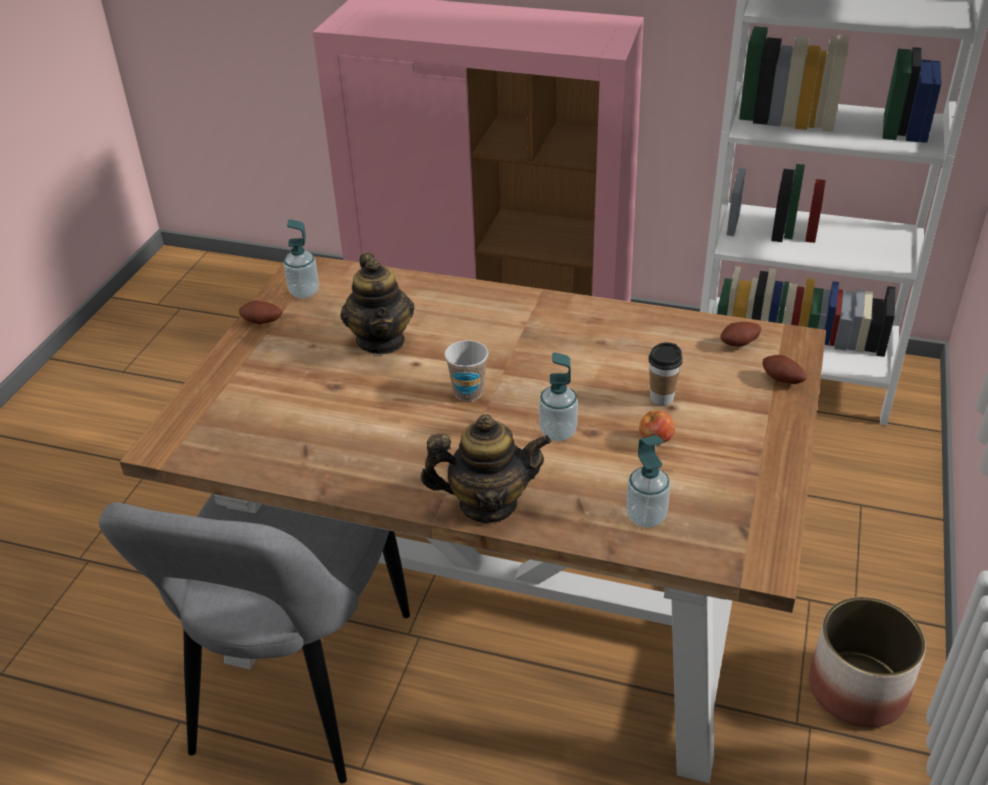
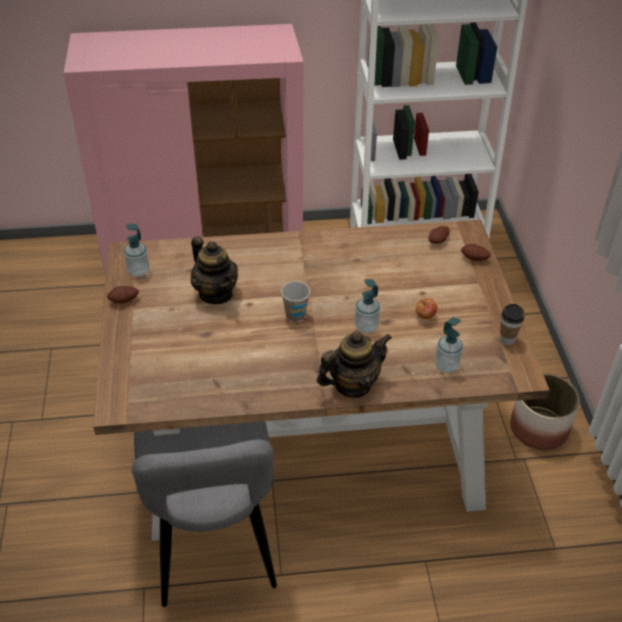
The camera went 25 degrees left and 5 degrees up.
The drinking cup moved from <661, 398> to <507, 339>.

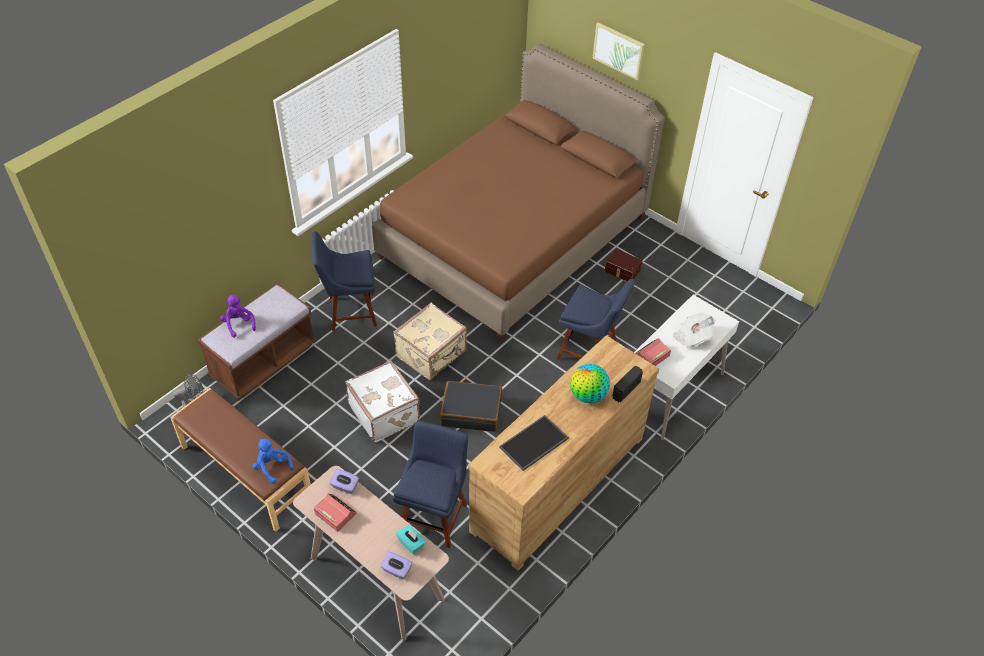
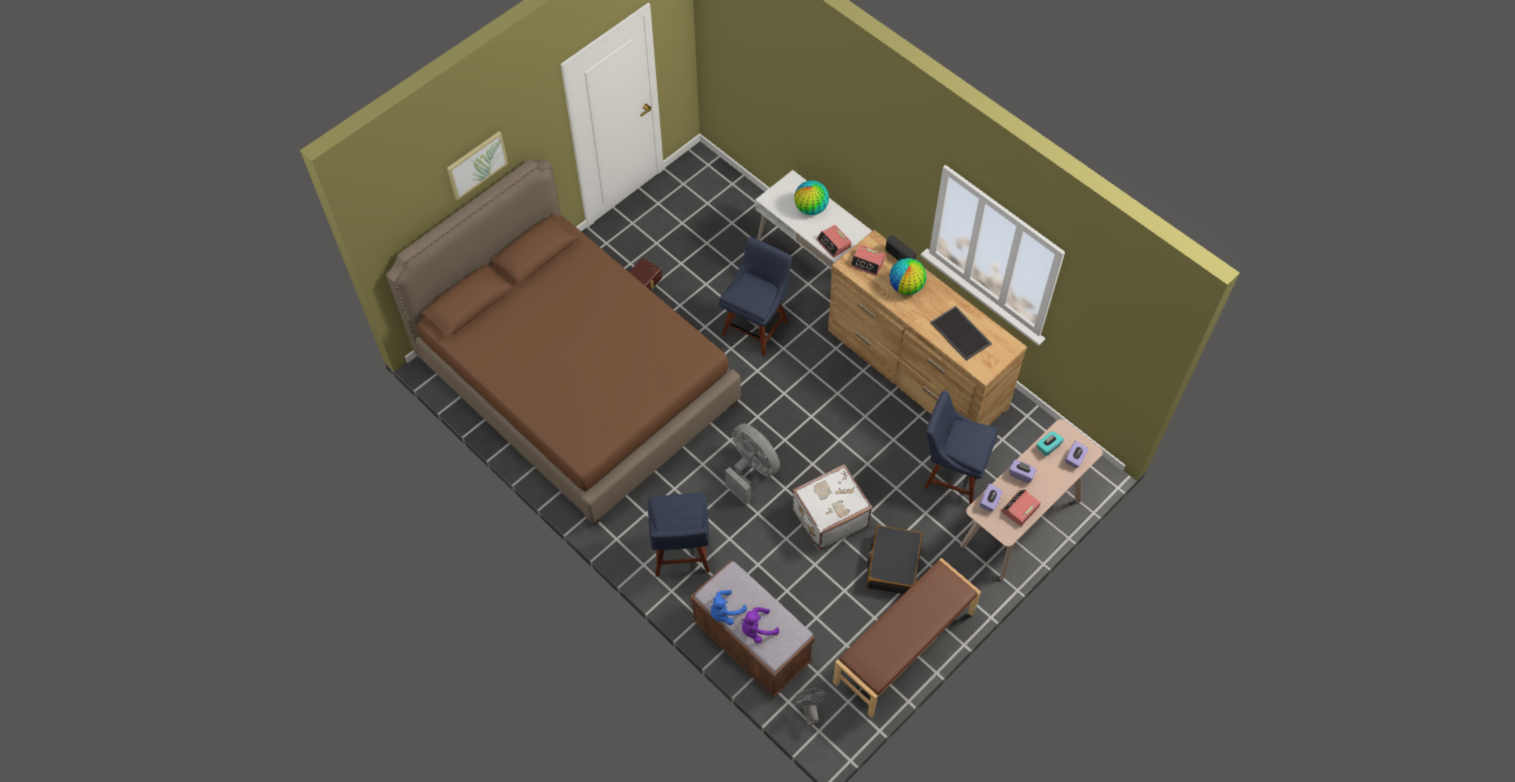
The camera went 85 degrees left and 10 degrees up.
The bluish cuddly toy moved from <272, 467> to <725, 613>.
The beige suitcase at <432, 354> was replaced by the gray electric fan at <751, 470>.
The black-coloured suitcase moved from <471, 412> to <893, 564>.
The daily paper at <692, 336> was replaced by the globe at <811, 208>.
The bedside clock at <868, 263> appeared.
The purplish tissue box at <1021, 474> appeared.

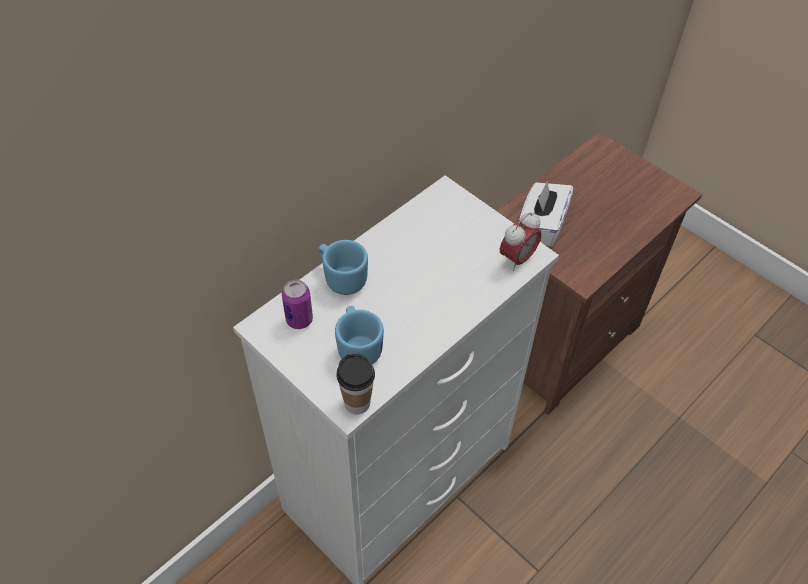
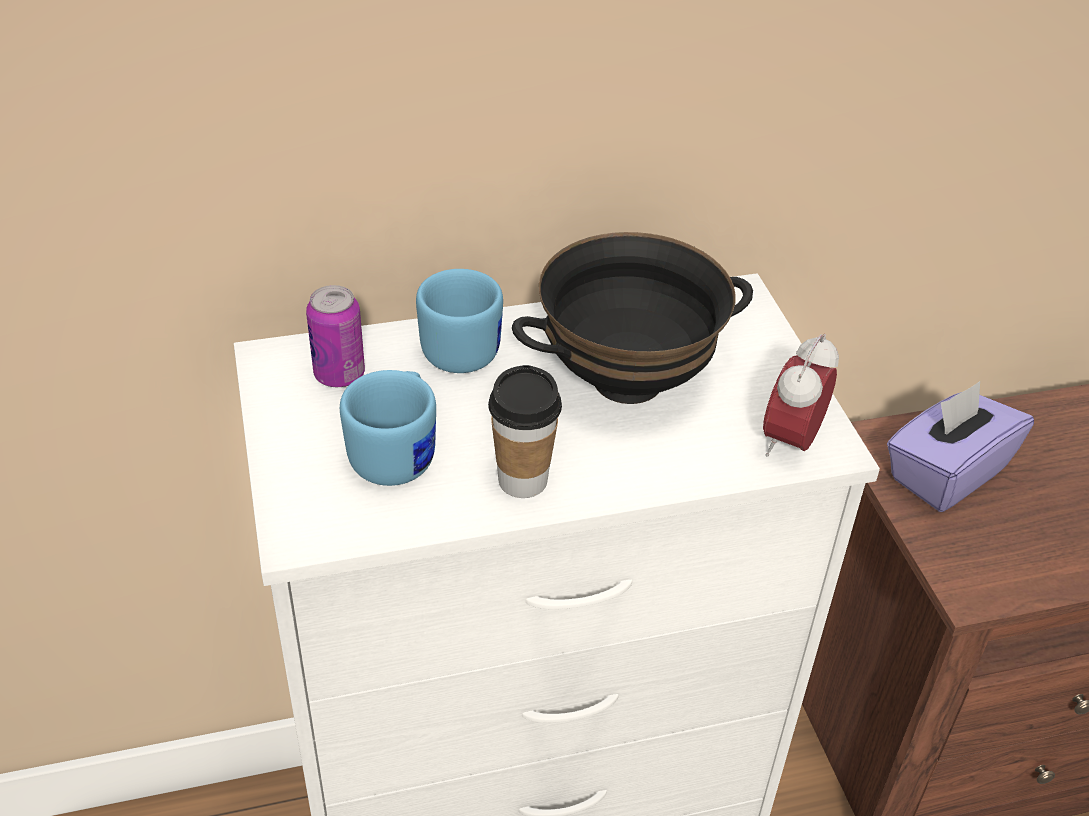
The camera went 30 degrees right and 10 degrees down.
The drinking cup moved from <357, 403> to <522, 480>.
The bedside clock at <517, 259> turned 135 degrees clockwise.
The white-coloured tissue box at <541, 226> became the purplish tissue box at <945, 473>.
The black-coloured serving bowl at <627, 382> appeared.

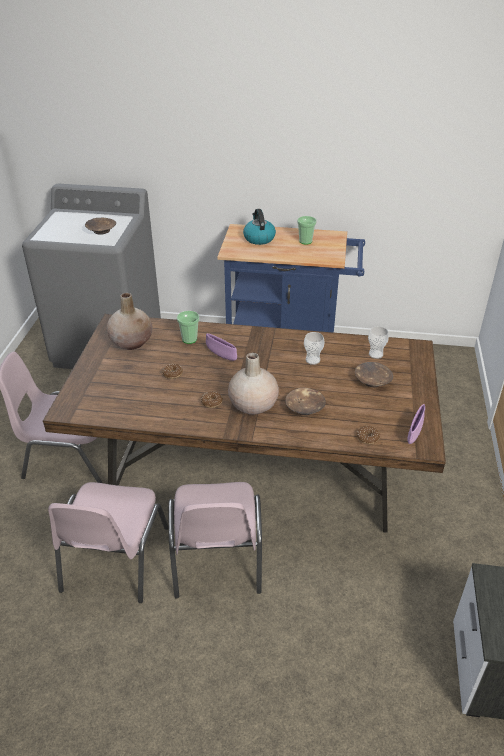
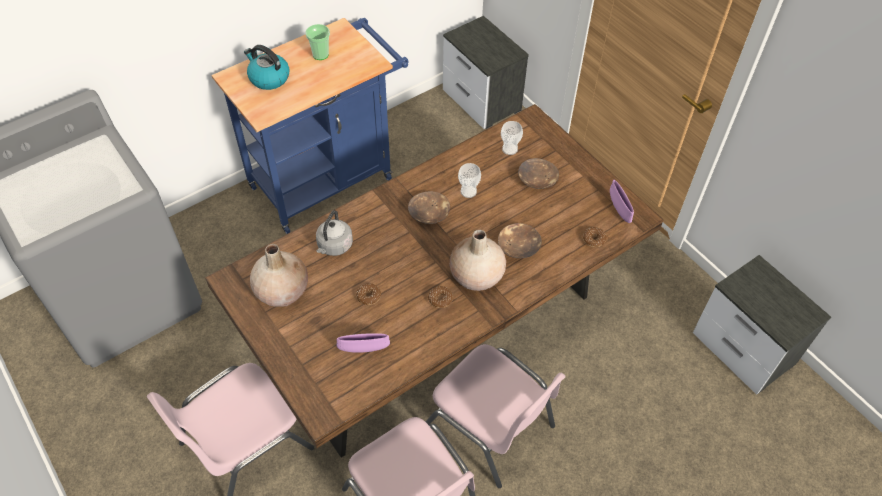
The camera went 45 degrees left and 15 degrees up.
The brownish serving bowl moved from <101, 231> to <429, 213>.
The drinking cup at <189, 339> was replaced by the gray water kettle at <334, 246>.
The purplish serving bowl moved from <221, 355> to <364, 349>.
The nightstand at <482, 101> appeared.

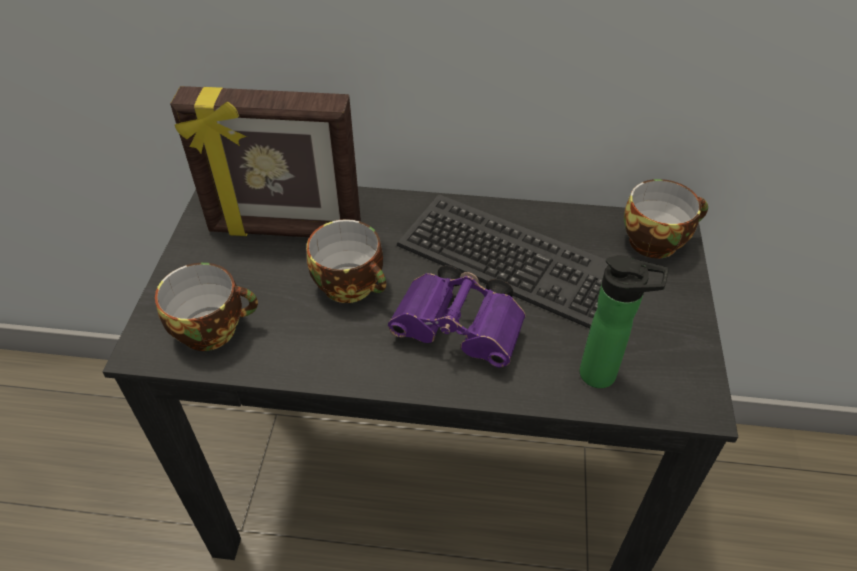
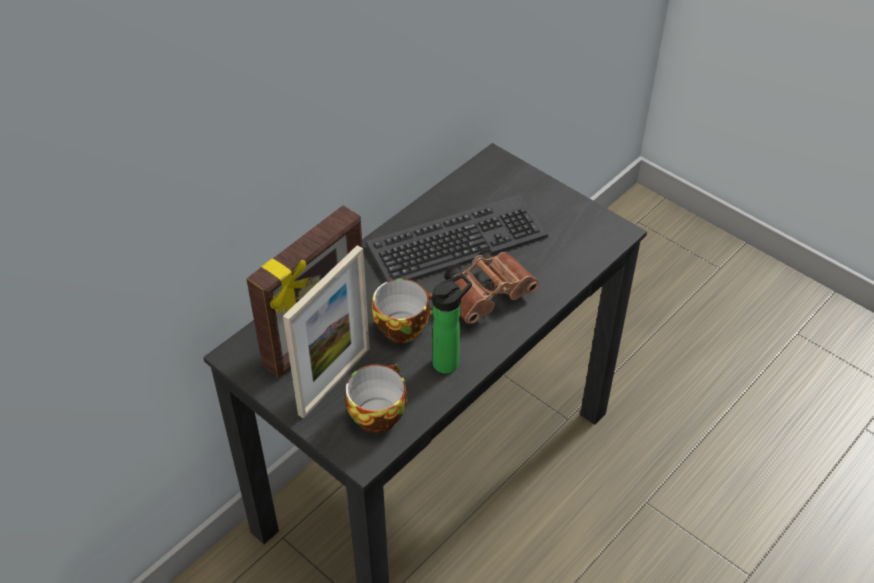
The camera went 55 degrees left and 0 degrees up.
The purplish binoculars at <462, 331> became the brownish binoculars at <489, 295>.
The bottle moved from <603, 375> to <449, 361>.
The drinking cup at <655, 240> disappeared.
The photo frame at <334, 381> appeared.

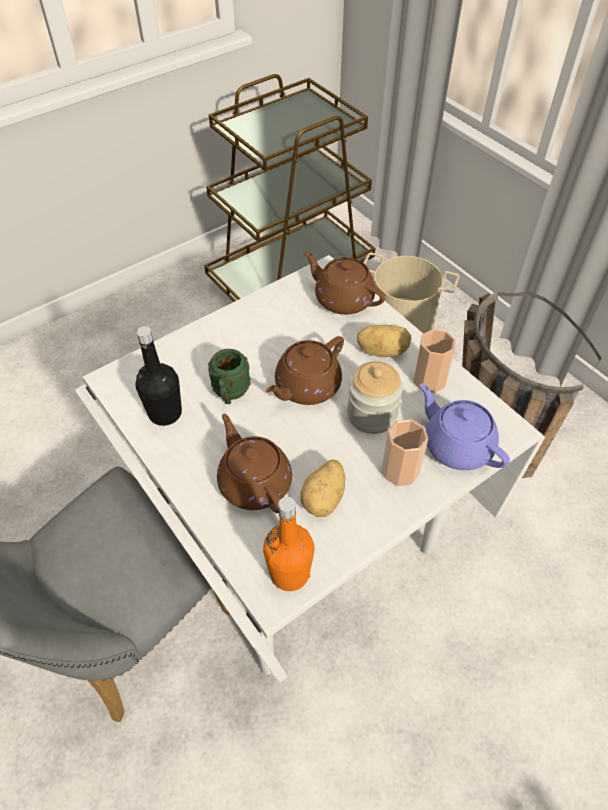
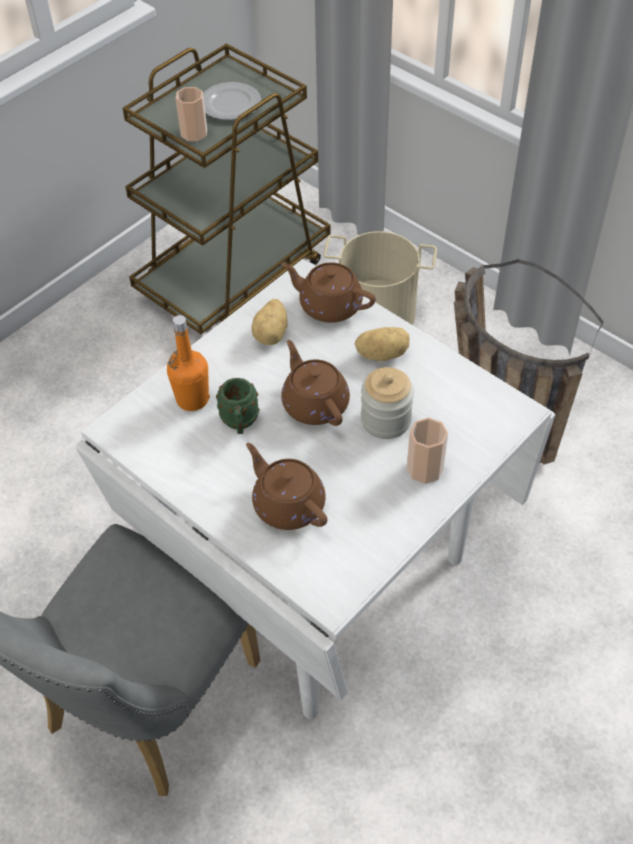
The camera went 10 degrees left and 0 degrees up.
The black-coloured bottle at <165, 413> disappeared.
The orangey bottle moved from <289, 573> to <192, 399>.
The brownish tea pot at <306, 387> turned 120 degrees clockwise.
The potato moved from <324, 498> to <272, 334>.
The drinking cup moved from <429, 380> to <194, 133>.
The purplish tea pot at <456, 445> disappeared.
The plate at <231, 105> appeared.

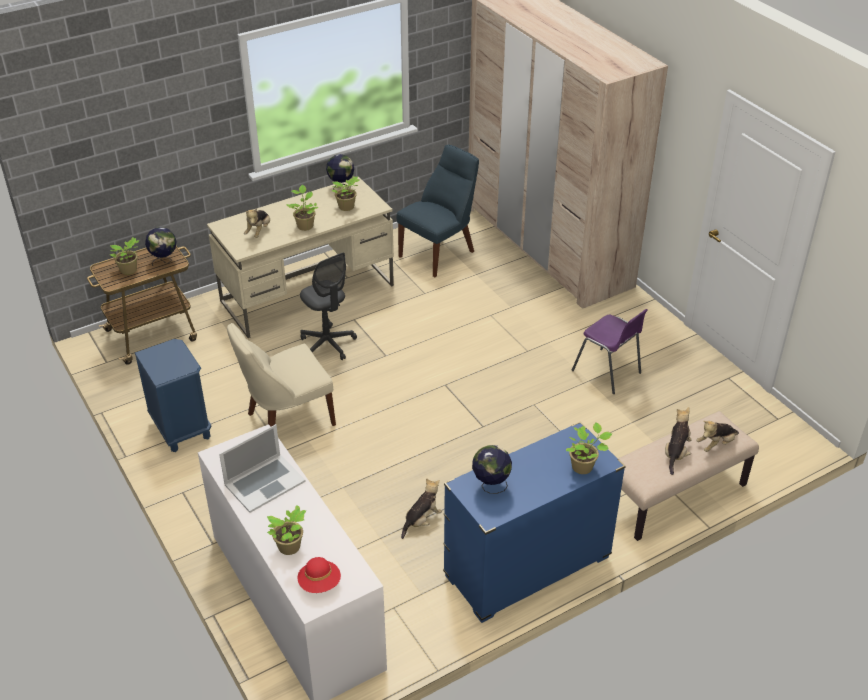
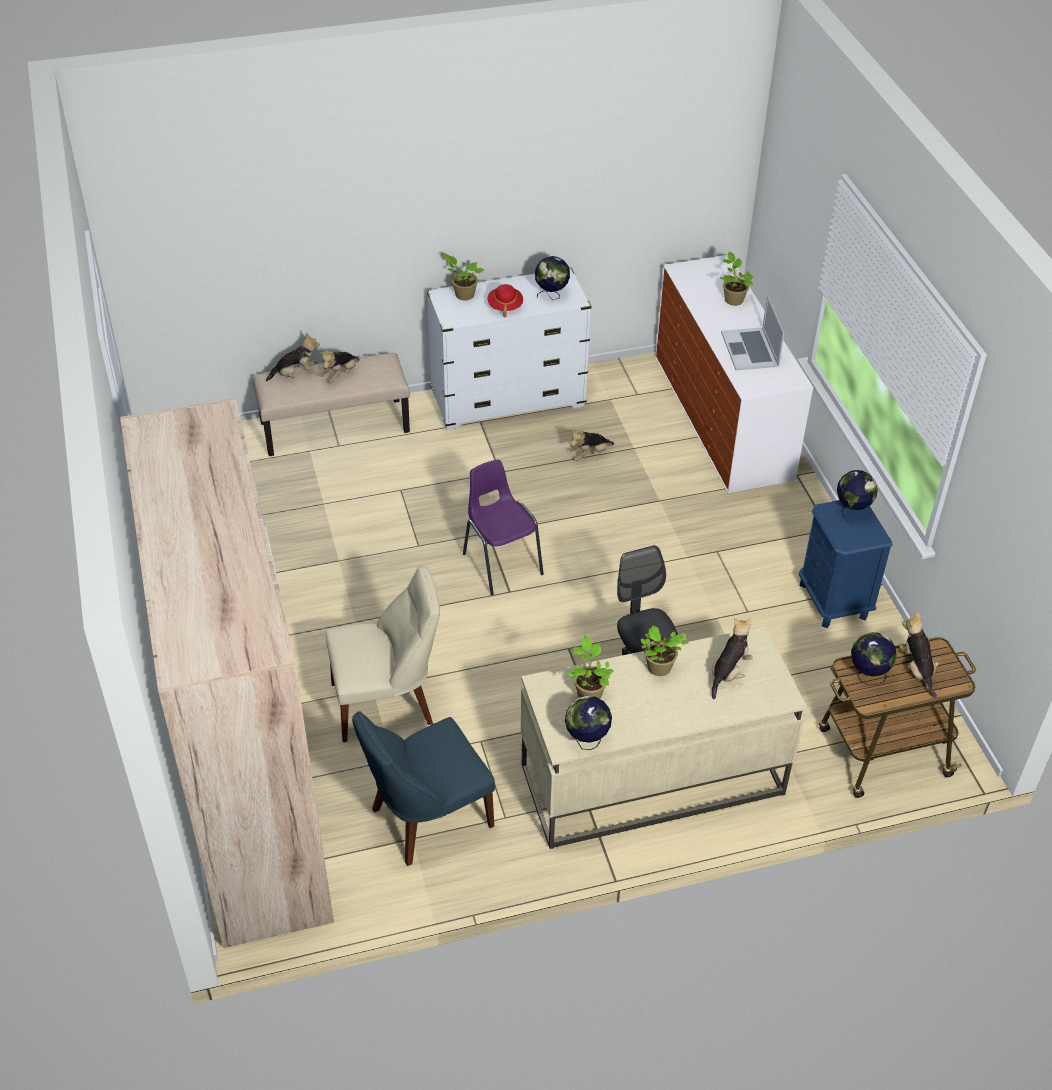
The camera went 165 degrees left and 5 degrees up.
The houseplant at <129, 270> was replaced by the cuddly toy at <916, 669>.
The portable computer at <264, 483> turned 75 degrees counterclockwise.
The beige plain chair moved from <287, 420> to <387, 703>.
The red wearable hat moved from <320, 583> to <505, 306>.
The bluish chest of drawers at <527, 567> became the white-coloured chest of drawers at <508, 399>.
The purplish plain chair moved from <608, 372> to <501, 563>.
The globe at <852, 512> appeared.

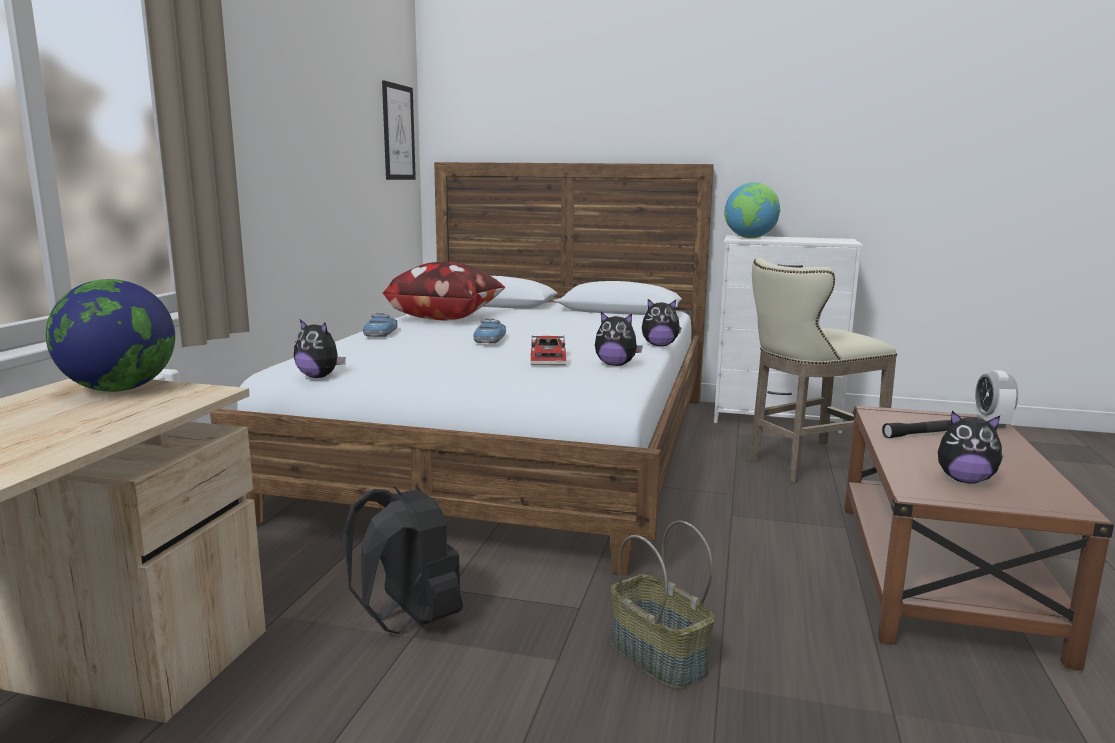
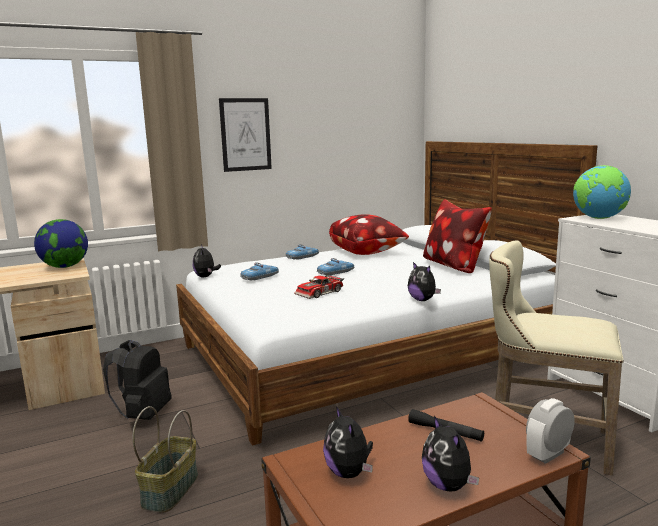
The camera went 50 degrees right and 0 degrees up.
The wall art moved from <398, 132> to <245, 134>.
The cuddly toy moved from <615, 365> to <448, 485>.
The model car at <260, 277> appeared.
The cushion at <454, 266> appeared.

